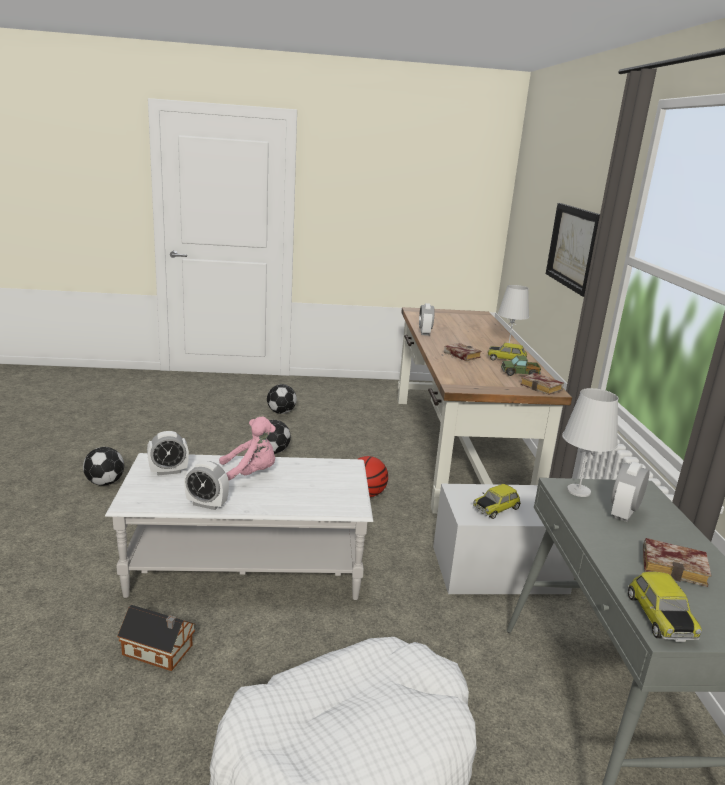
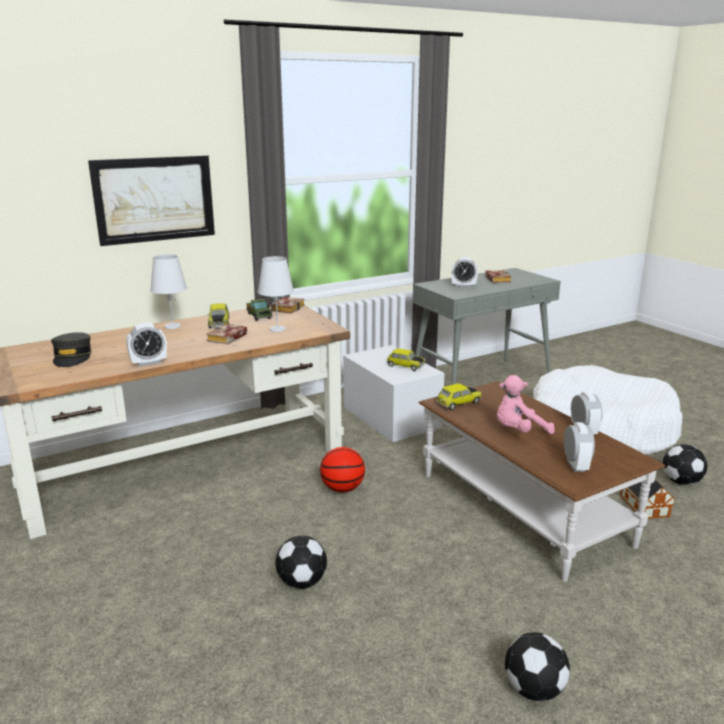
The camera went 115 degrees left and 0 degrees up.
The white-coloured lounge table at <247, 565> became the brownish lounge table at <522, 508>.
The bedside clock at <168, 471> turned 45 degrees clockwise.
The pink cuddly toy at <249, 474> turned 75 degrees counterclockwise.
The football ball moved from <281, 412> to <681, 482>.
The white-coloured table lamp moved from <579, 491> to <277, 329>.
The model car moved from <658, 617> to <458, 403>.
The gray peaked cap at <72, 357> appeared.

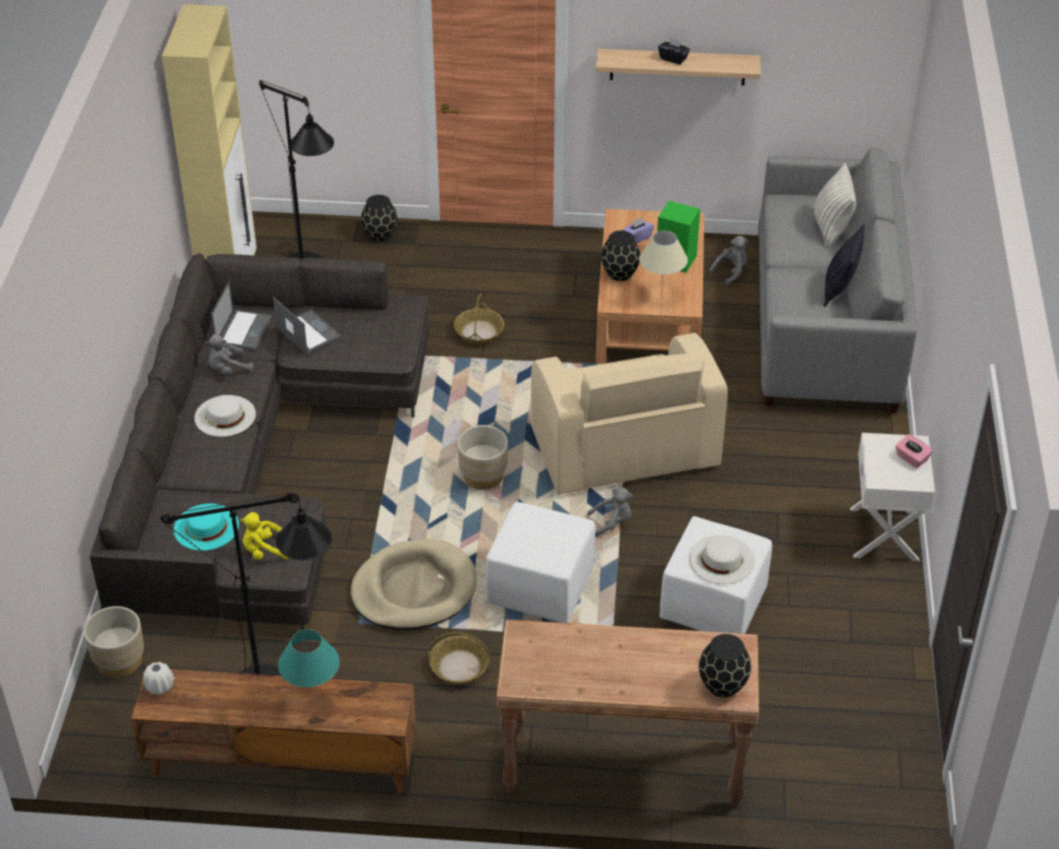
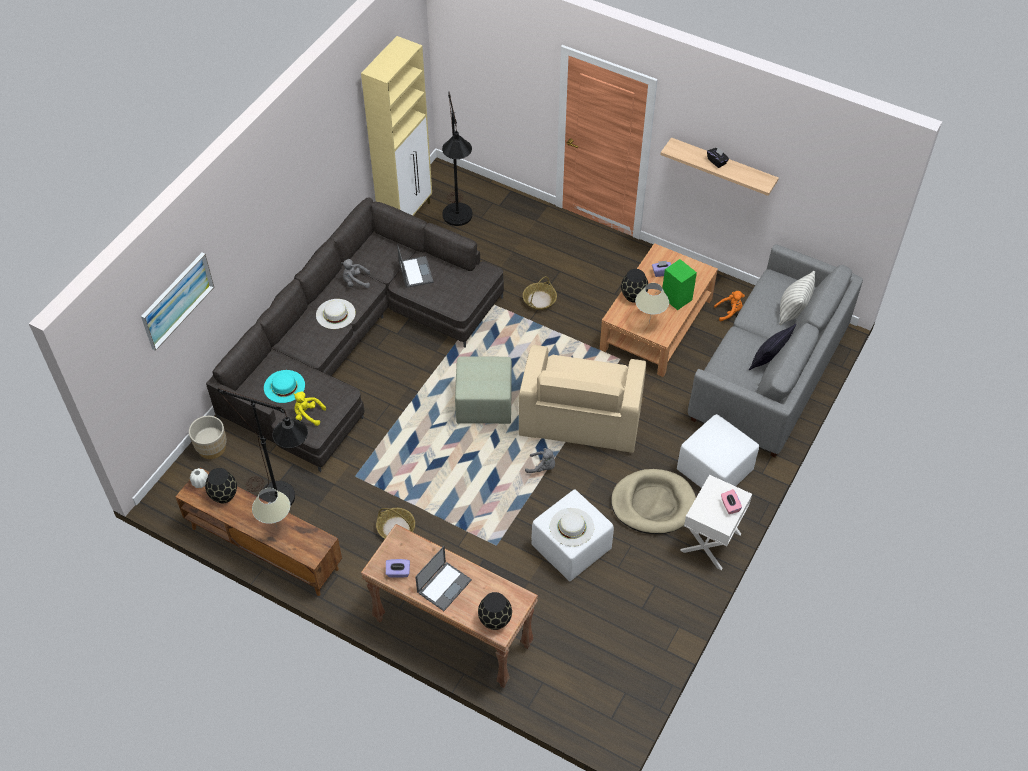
The camera went 25 degrees right and 10 degrees up.
The portable computer moved from <243, 330> to <444, 585>.
The turquoise-coloured table lamp at <314, 702> became the beige table lamp at <276, 527>.
The beige dog bed moved from <414, 589> to <653, 504>.
The black-coloured vase moved from <380, 234> to <224, 495>.
The beige planter at <483, 476> was replaced by the greenish ottoman at <483, 404>.
The white-coloured ottoman moved from <539, 588> to <713, 470>.
The gray cuddly toy at <731, 272> became the orangey cuddly toy at <729, 312>.
The wall art at <177, 300> appeared.
The purplish tissue box at <398, 572> appeared.

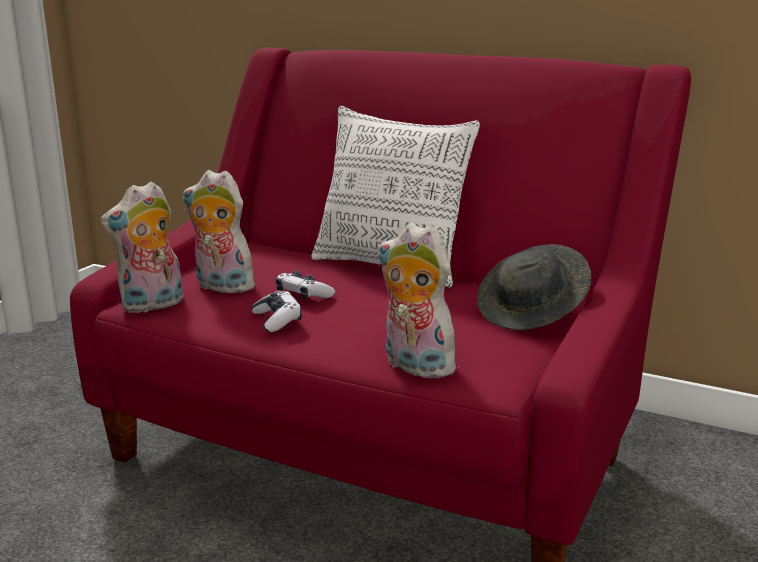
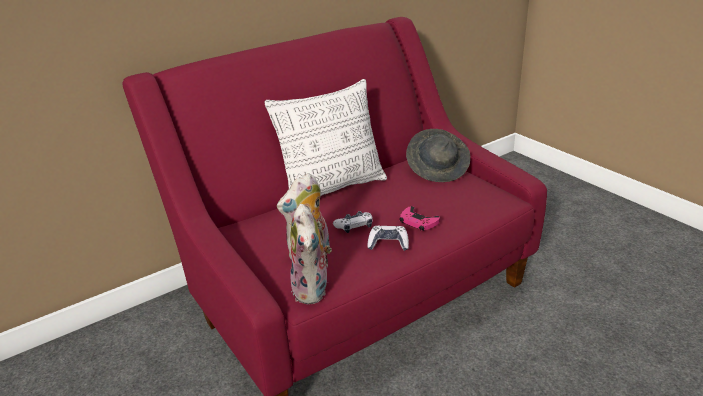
The camera went 60 degrees left and 10 degrees up.
The cuddly toy at <414, 366> disappeared.
The pink gamepad at <418, 222> appeared.

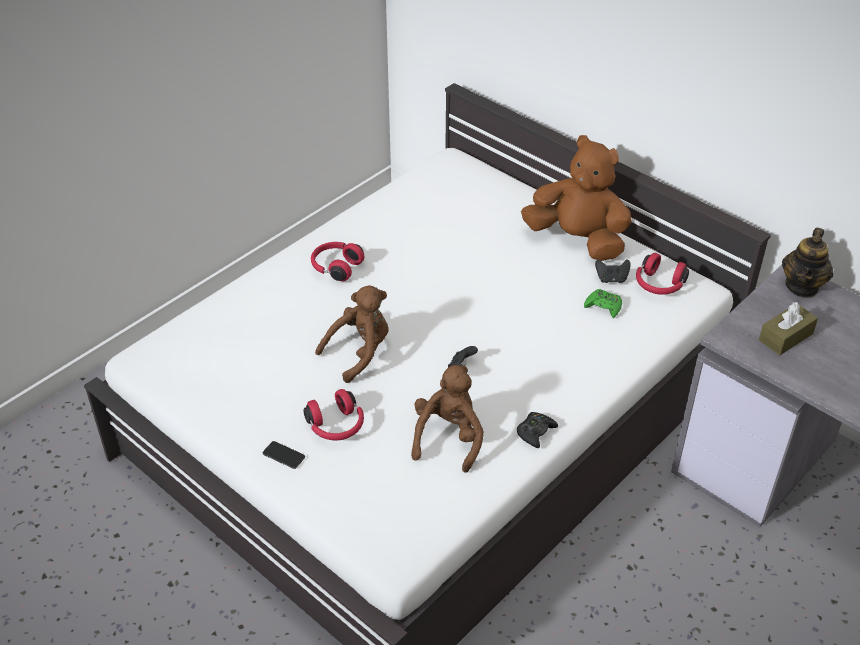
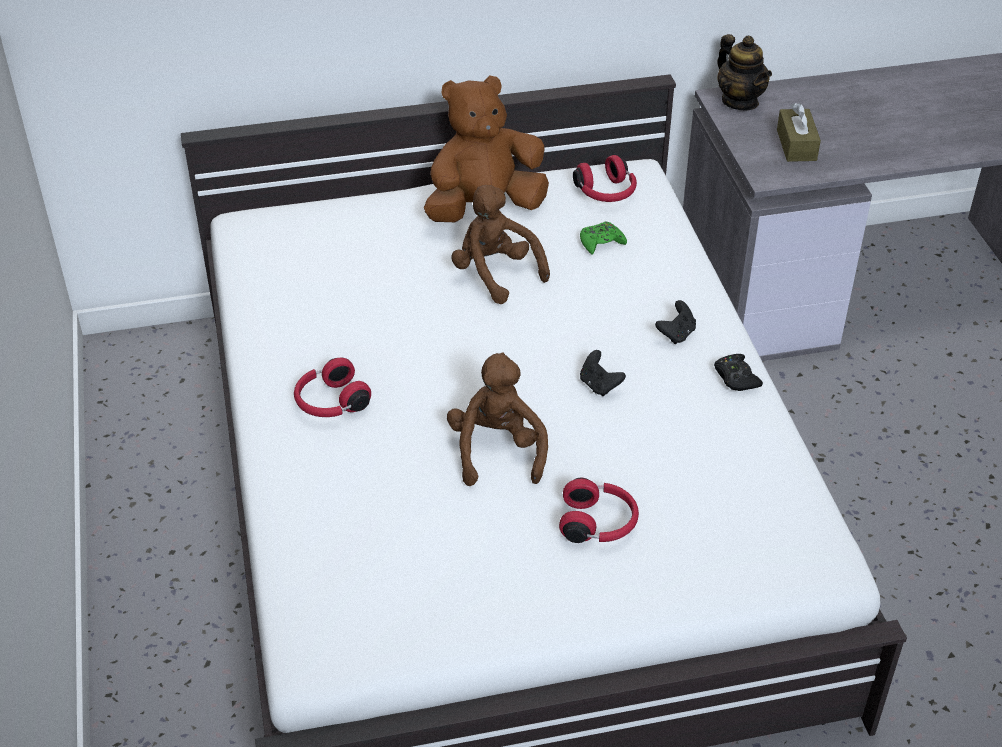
The camera went 55 degrees left and 0 degrees up.
The phone at <284, 455> disappeared.
The brownish cuddly toy moved from <448, 438> to <495, 273>.
The black-coloured gamepad moved from <611, 279> to <676, 334>.

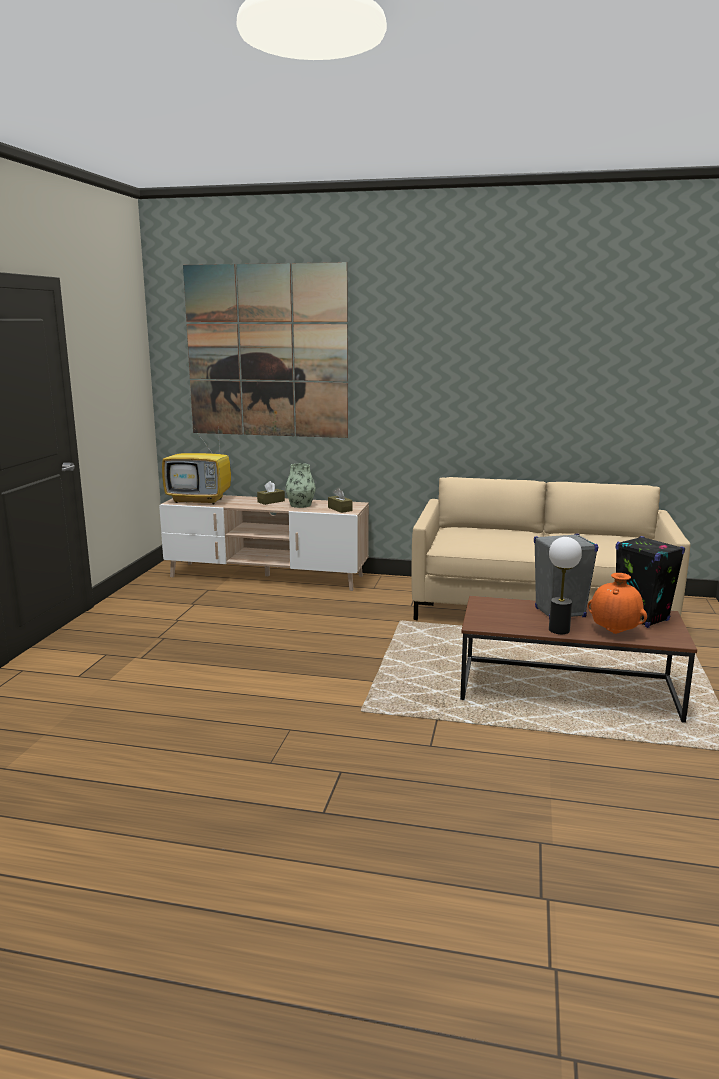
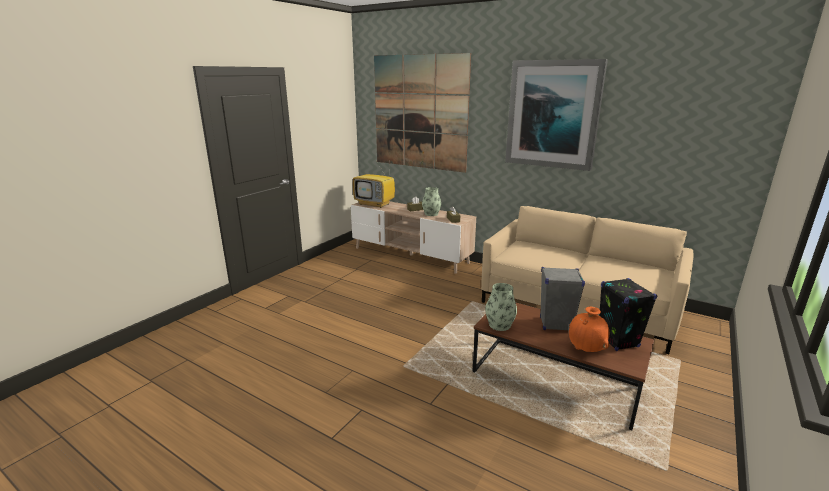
The camera went 20 degrees right and 5 degrees up.
The table lamp at <558, 630> disappeared.
The vase at <499, 325> appeared.
The wall art at <553, 114> appeared.

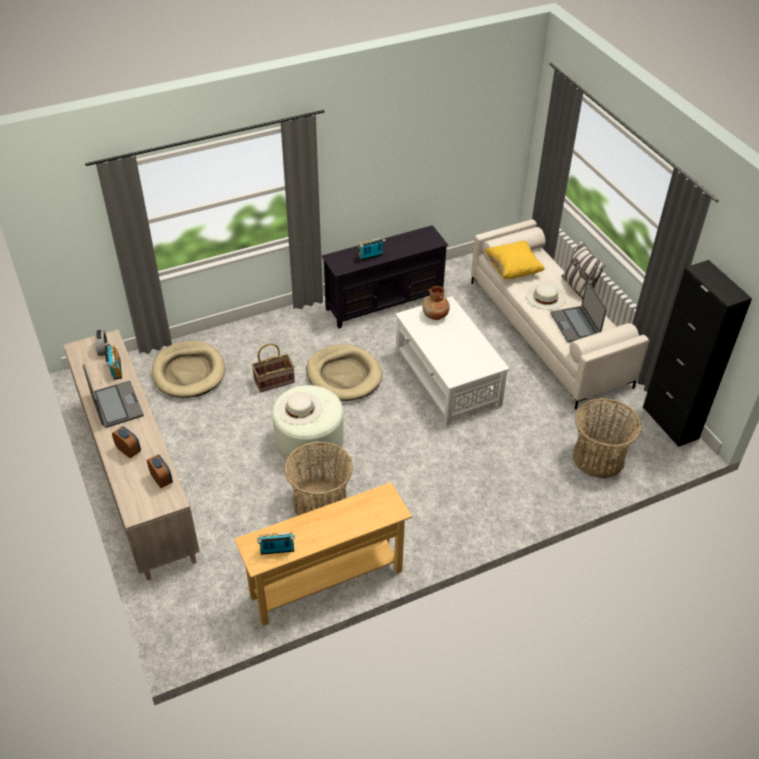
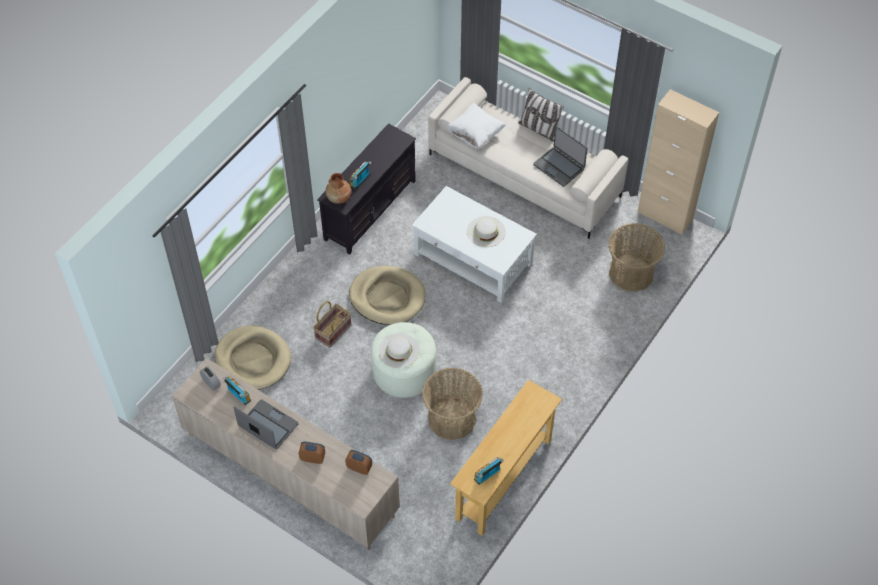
The camera went 30 degrees left and 10 degrees up.
The brownish vase moved from <435, 315> to <339, 198>.
The yellowish cushion at <513, 270> became the white-coloured cushion at <475, 134>.
The white-coloured wearable hat moved from <545, 296> to <486, 231>.
The black-coloured cupboard at <670, 423> became the beige cupboard at <665, 216>.

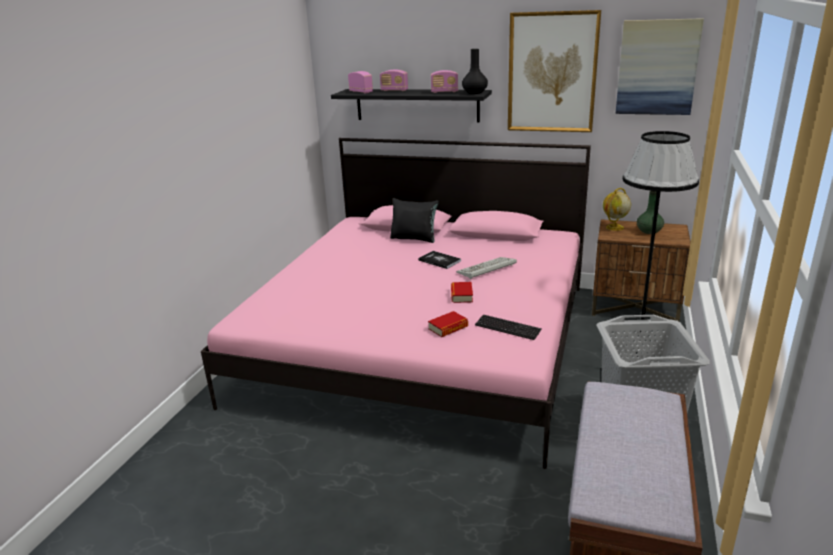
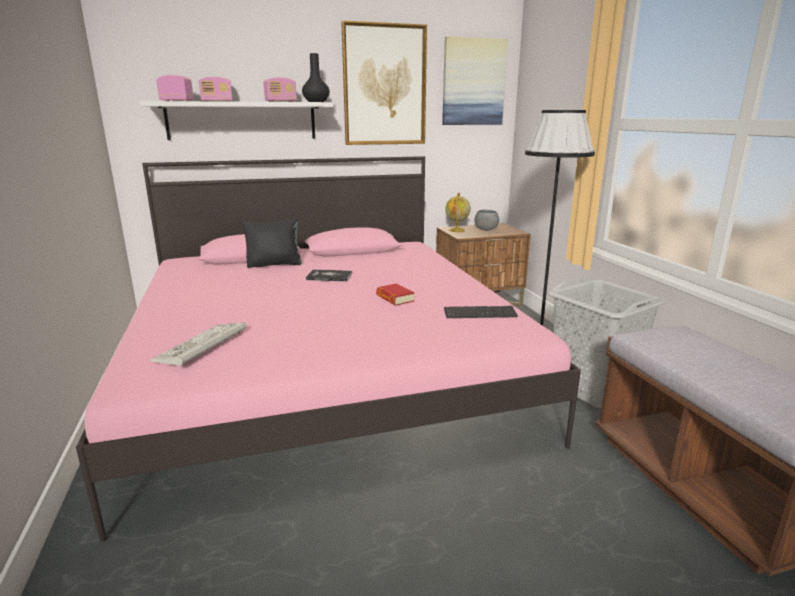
The camera went 35 degrees left and 5 degrees down.
The black-coloured bracket shelf at <417, 105> became the white-coloured bracket shelf at <242, 121>.
The bound book at <448, 328> disappeared.
The PC keyboard moved from <486, 270> to <201, 347>.
The greenish vase at <648, 231> was replaced by the gray serving bowl at <485, 229>.

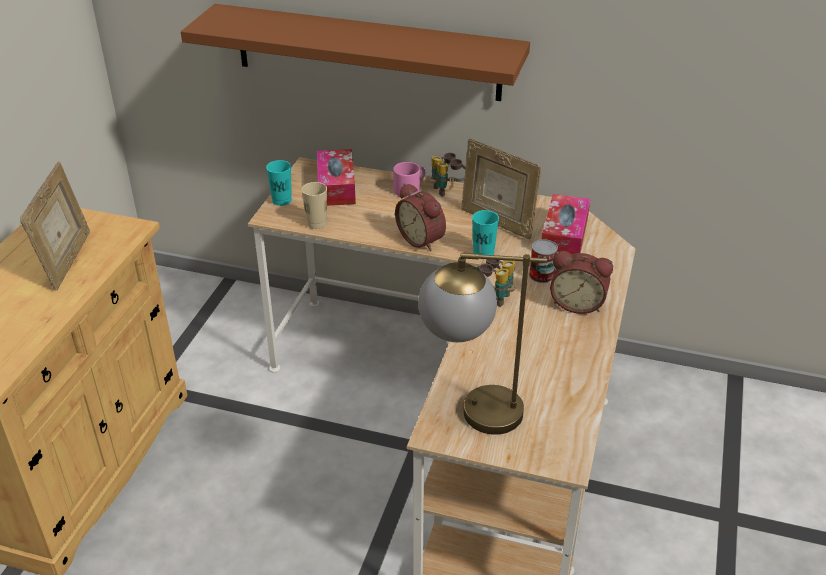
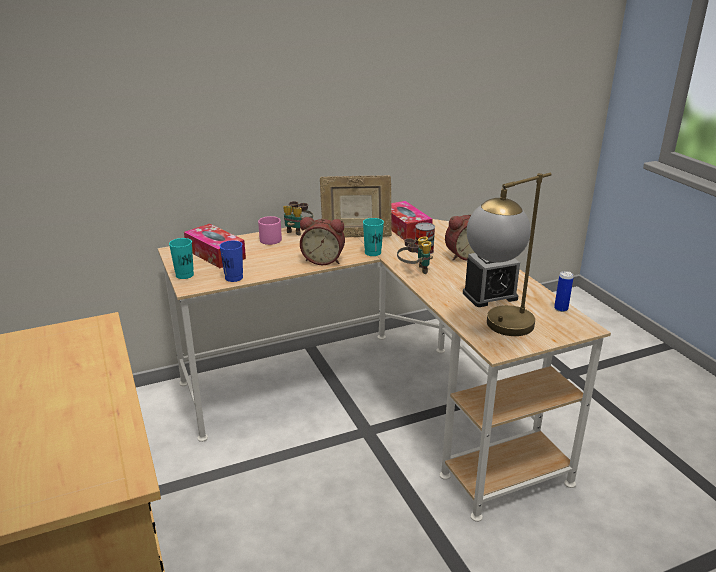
The camera went 40 degrees left and 10 degrees down.
The photo frame at <67, 262> disappeared.
The brownish bracket shelf at <367, 52> disappeared.
The beige drinking cup at <316, 223> became the bluish drinking cup at <234, 278>.
The bedside clock at <490, 296> appeared.
The sealed can at <561, 309> appeared.

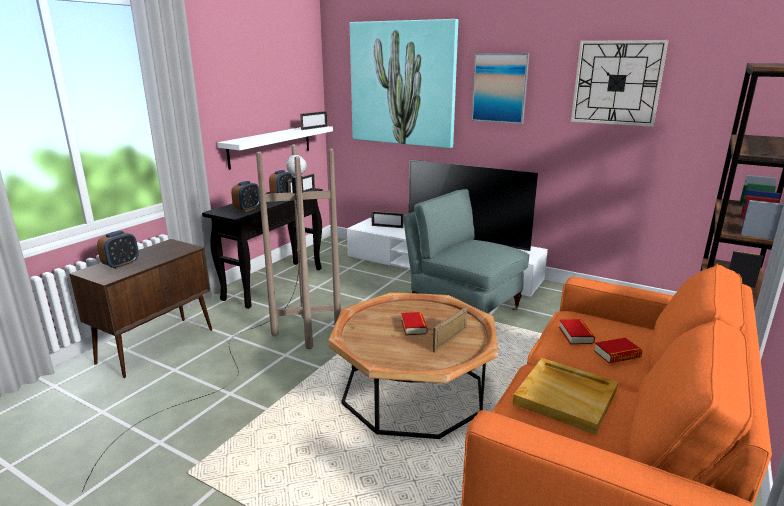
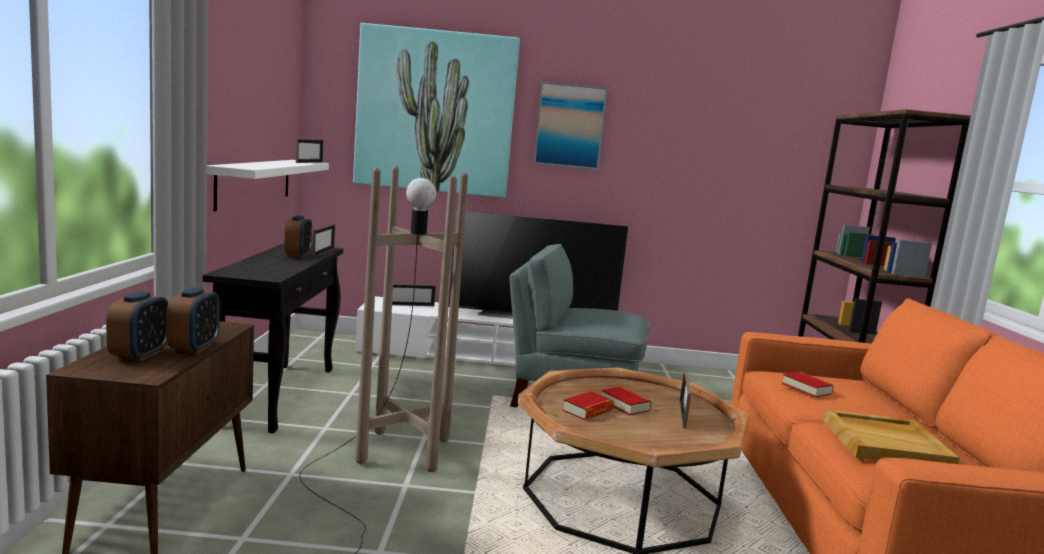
The camera went 30 degrees left and 10 degrees down.
The bedside clock moved from <247, 209> to <194, 347>.
The hanging clock at <617, 83> disappeared.
The bound book moved from <617, 354> to <587, 411>.

